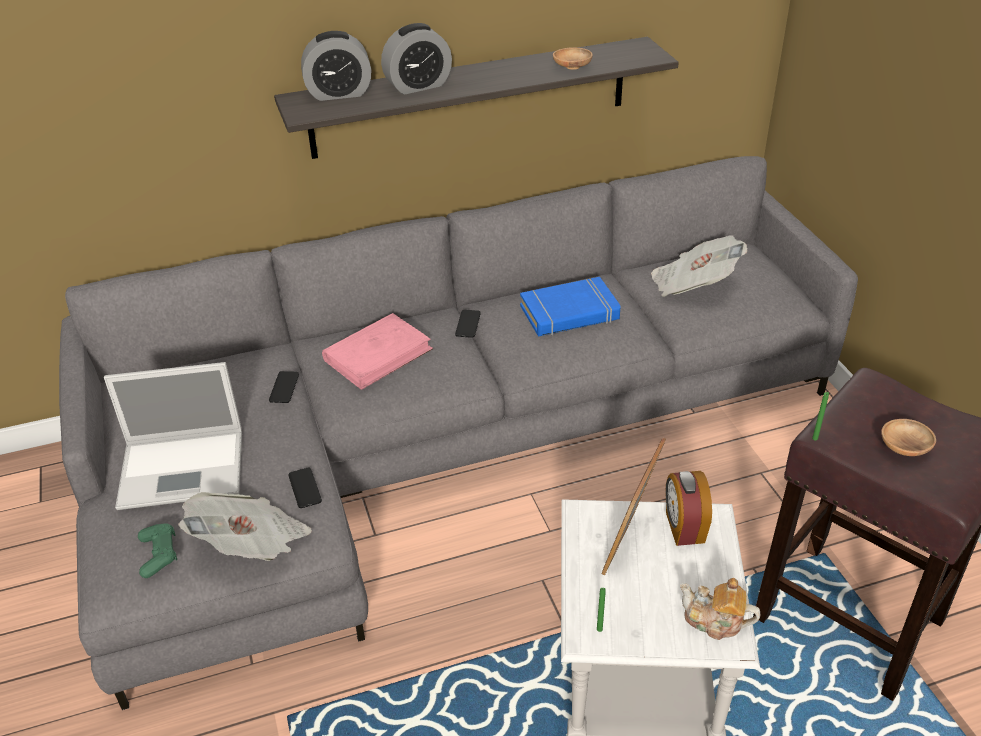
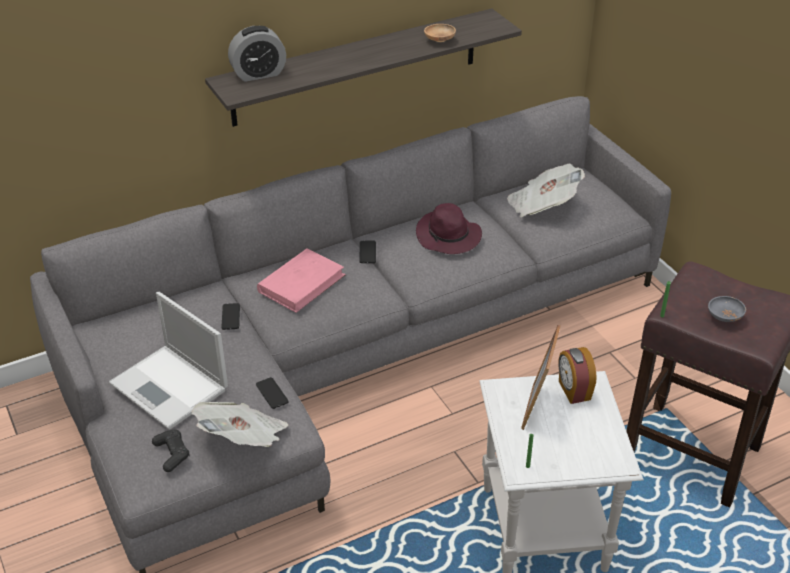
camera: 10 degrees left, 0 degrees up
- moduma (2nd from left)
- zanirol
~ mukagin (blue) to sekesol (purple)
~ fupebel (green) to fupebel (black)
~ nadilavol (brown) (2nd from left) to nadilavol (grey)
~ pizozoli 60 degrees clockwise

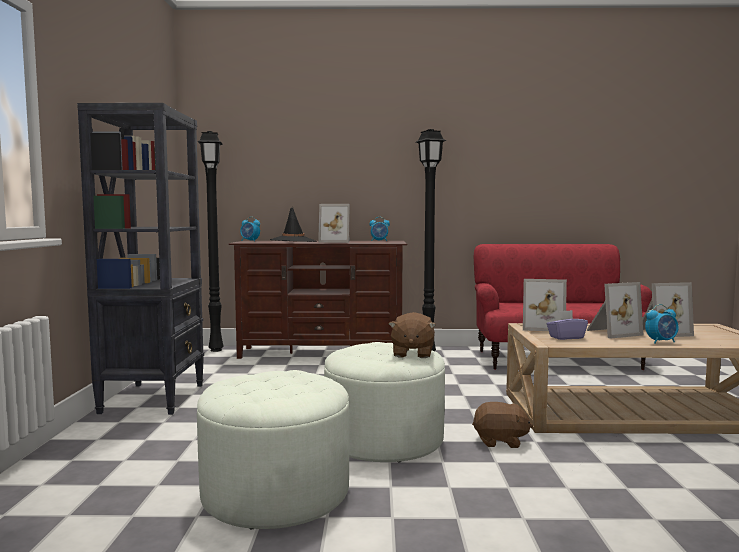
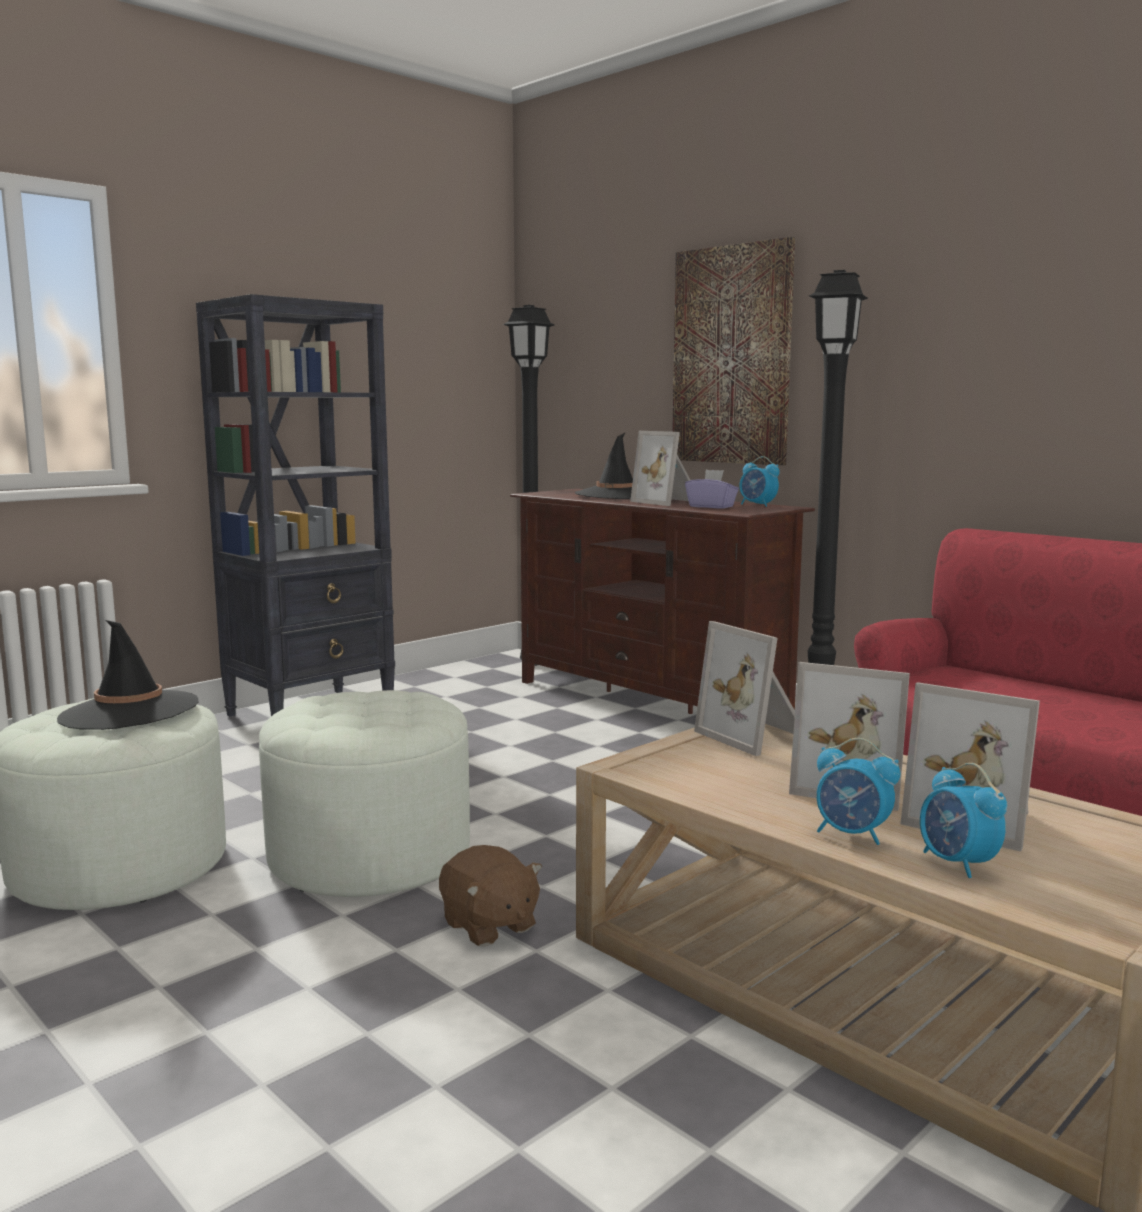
camera: 45 degrees right, 5 degrees up
- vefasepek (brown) (1st from left)
+ sekesol (black) (1st from left)
+ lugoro
~ moduma (1st from left in the first image) to moduma (3rd from left)
~ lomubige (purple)

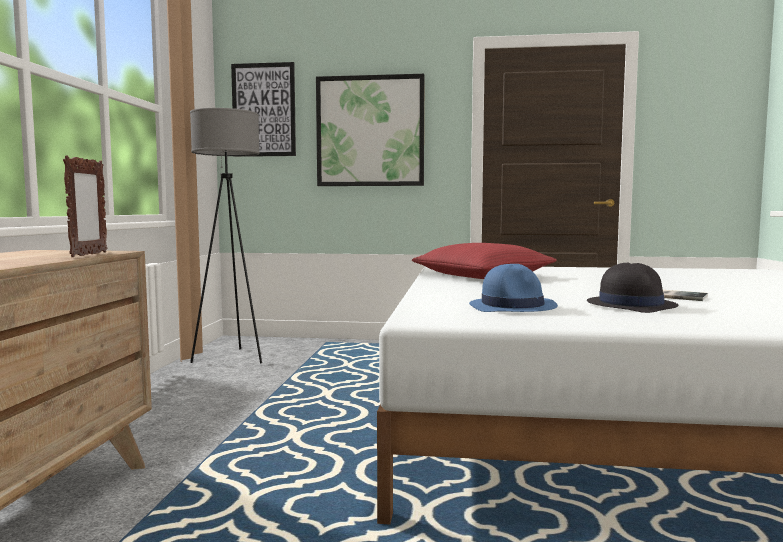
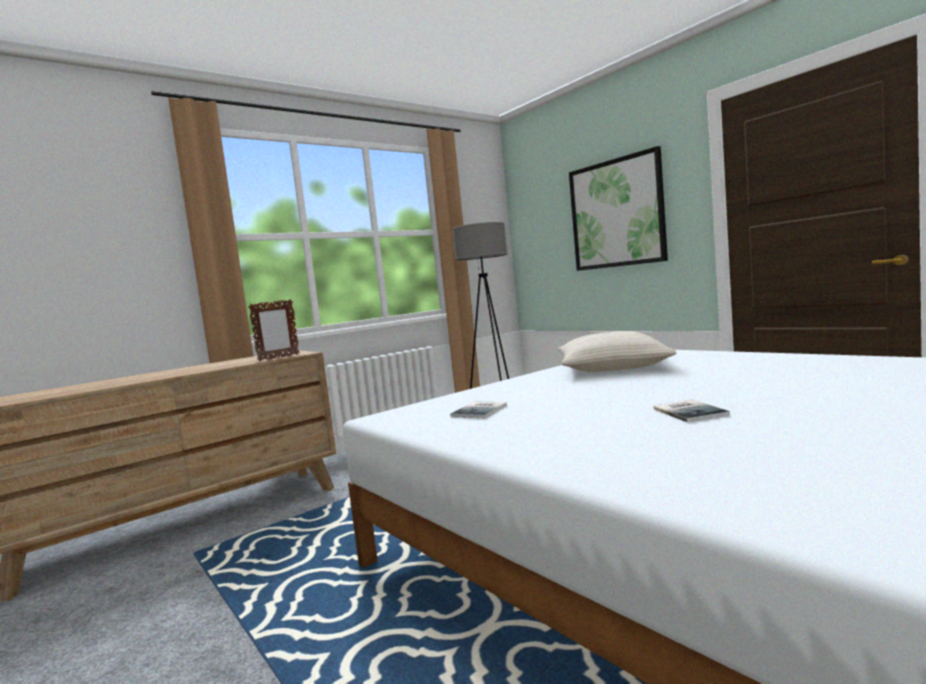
camera: 45 degrees right, 0 degrees up
- lugoro (1st from left)
- sekesol (black)
~ sekesol (blue) to mukagin (1st from left)
~ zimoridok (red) to zimoridok (beige)

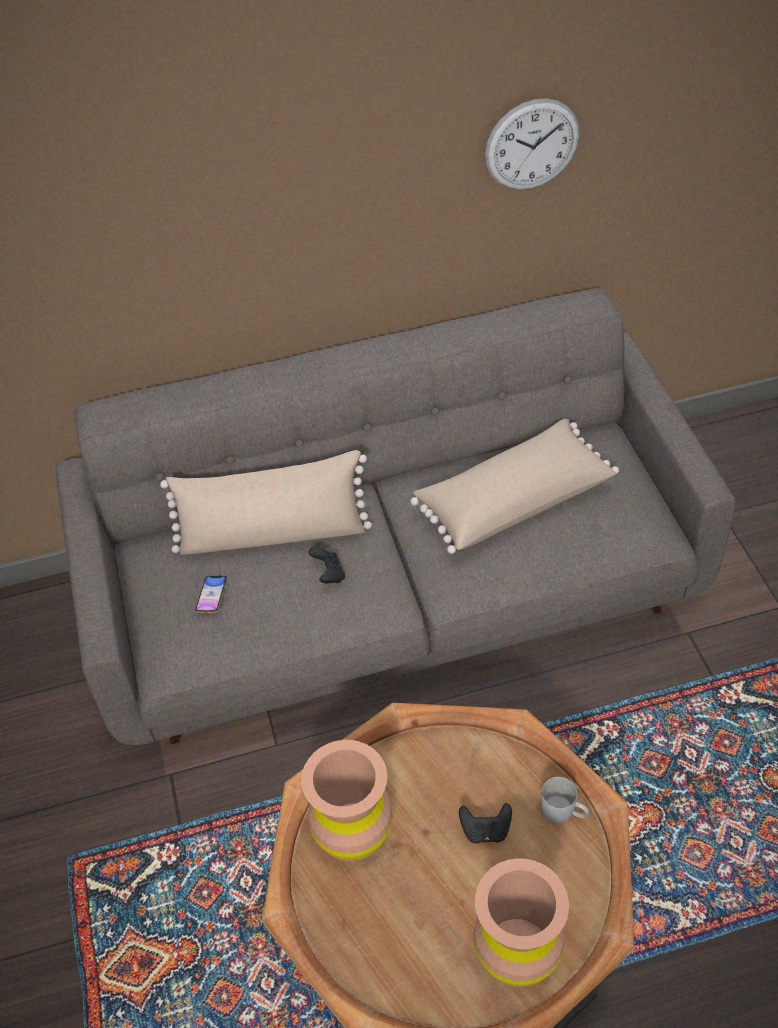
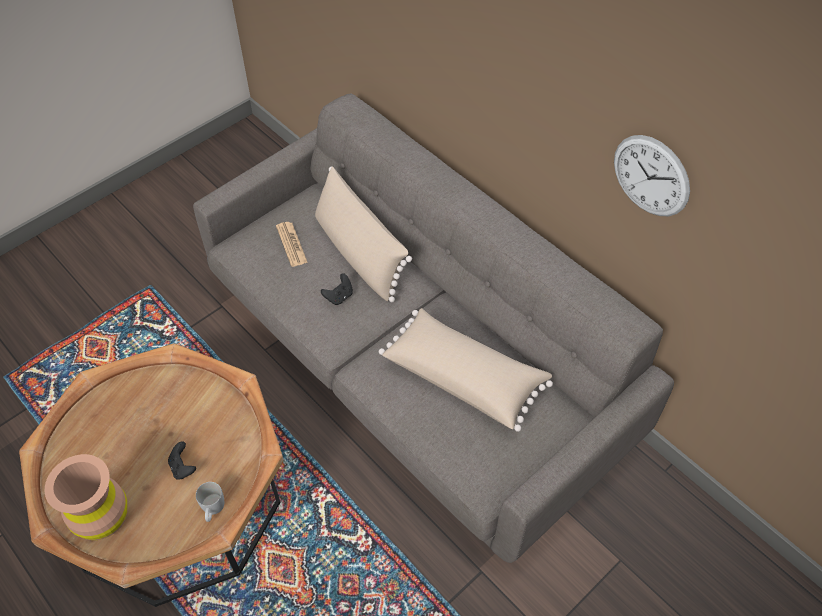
camera: 60 degrees right, 5 degrees up
- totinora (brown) (1st from left)
~ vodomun to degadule

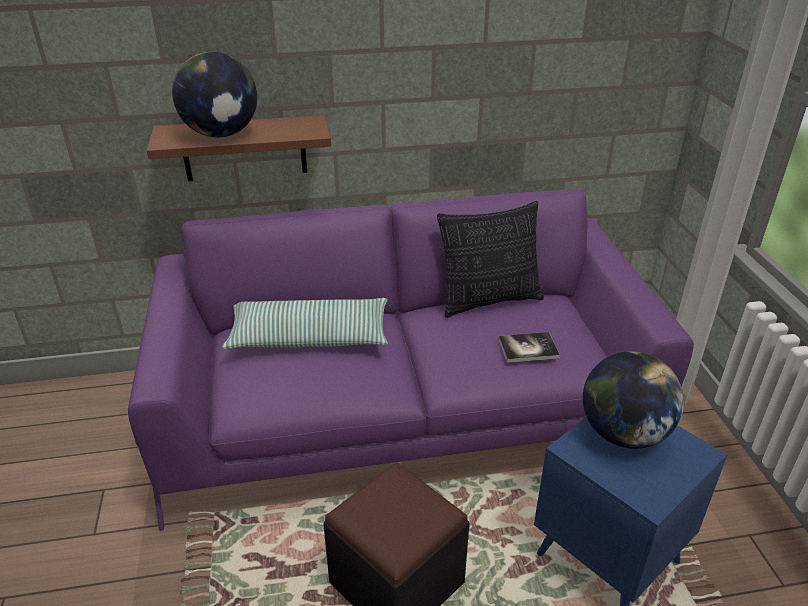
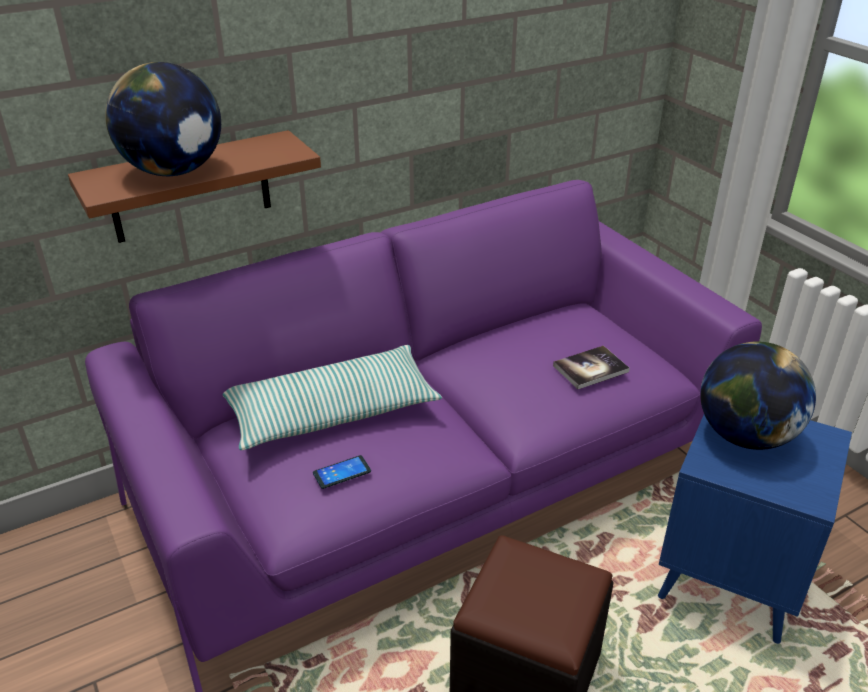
camera: 20 degrees left, 0 degrees up
- zimoridok (2nd from left)
+ vodomun

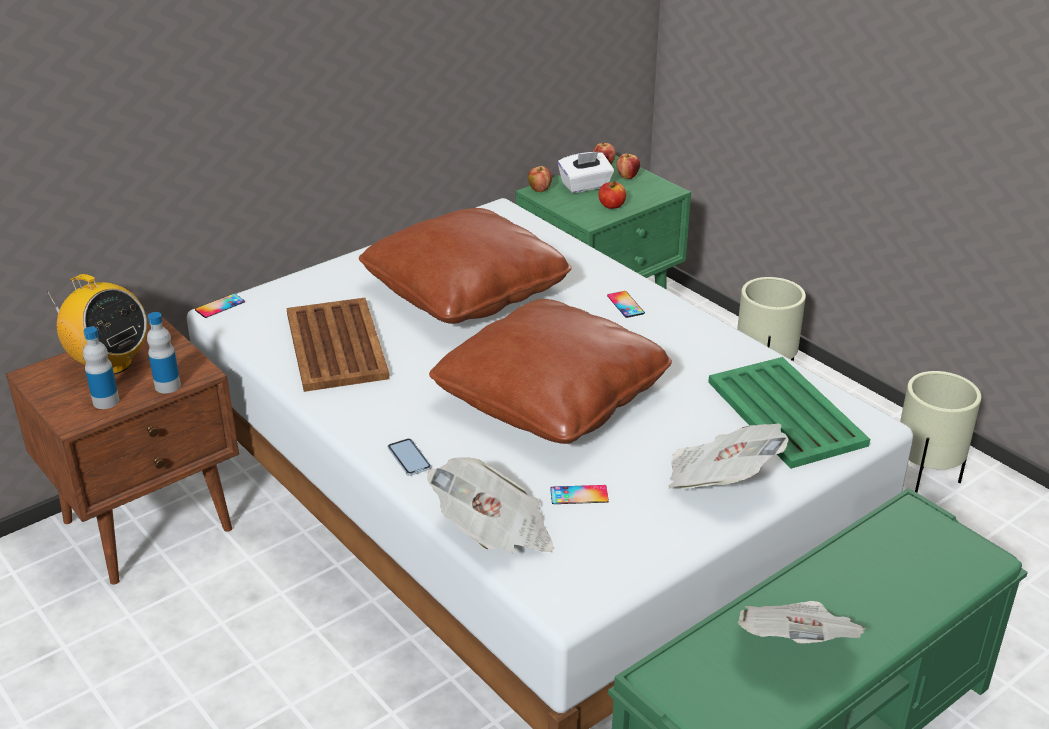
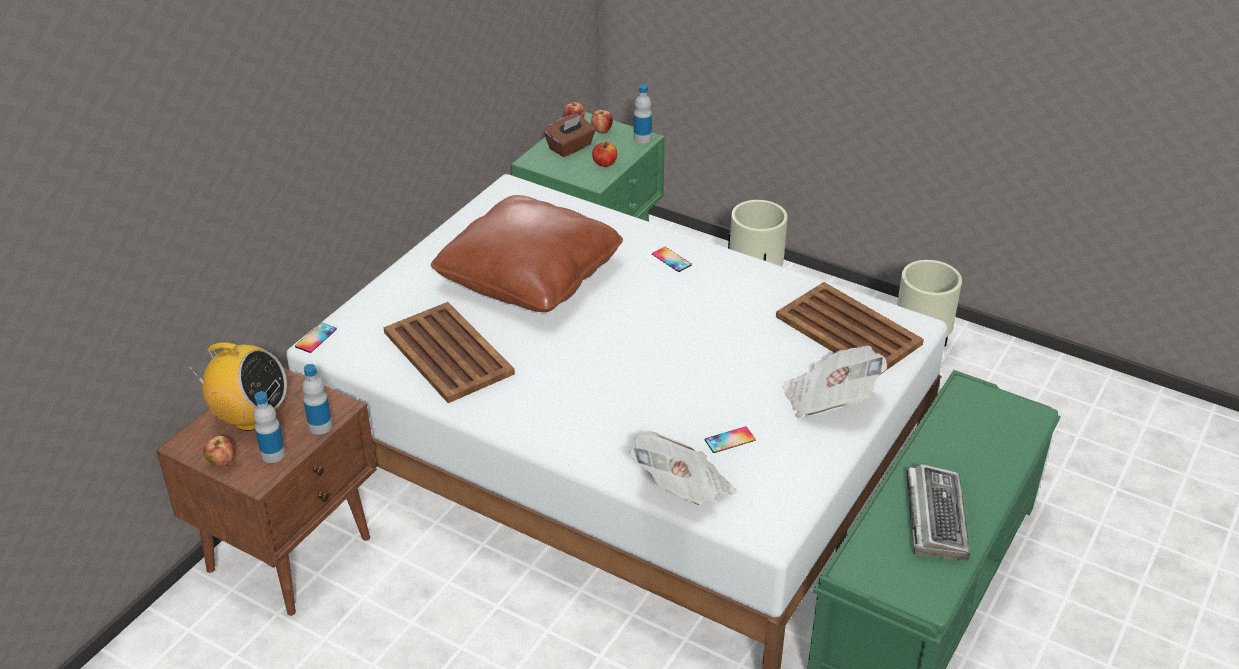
camera: 20 degrees left, 5 degrees up
- vodomun (2nd from left)
- zimoridok (brown) (2nd from left)
+ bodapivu (3rd from left)
~ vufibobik (1st from left)
~ degadule (3rd from left) to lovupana
~ lomubige (white) to lomubige (brown)
~ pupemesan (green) to pupemesan (brown) (2nd from left)

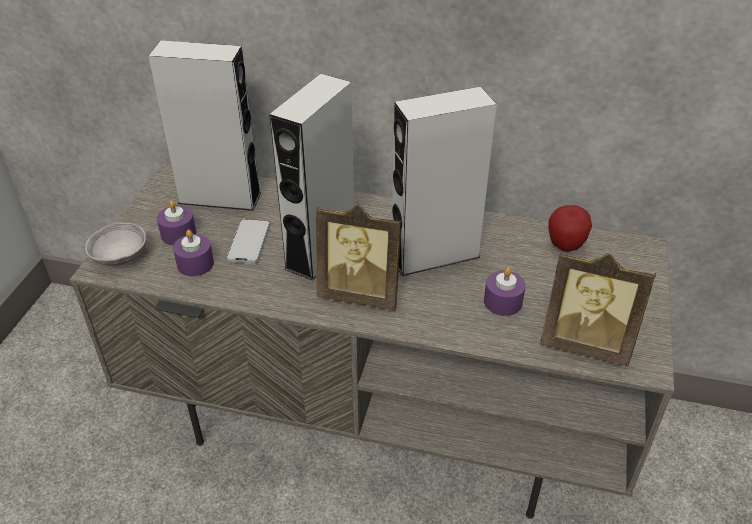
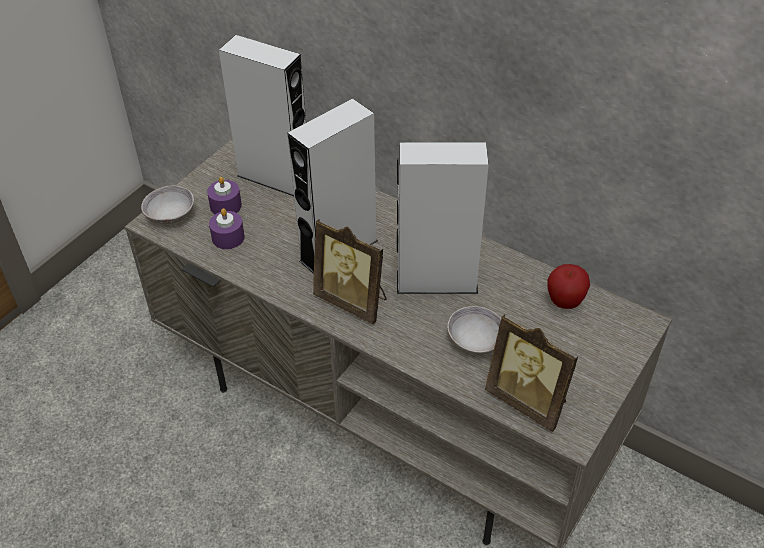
camera: 20 degrees right, 5 degrees up
- vodomun
~ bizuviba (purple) (3rd from left) to nadilavol (grey) (2nd from left)

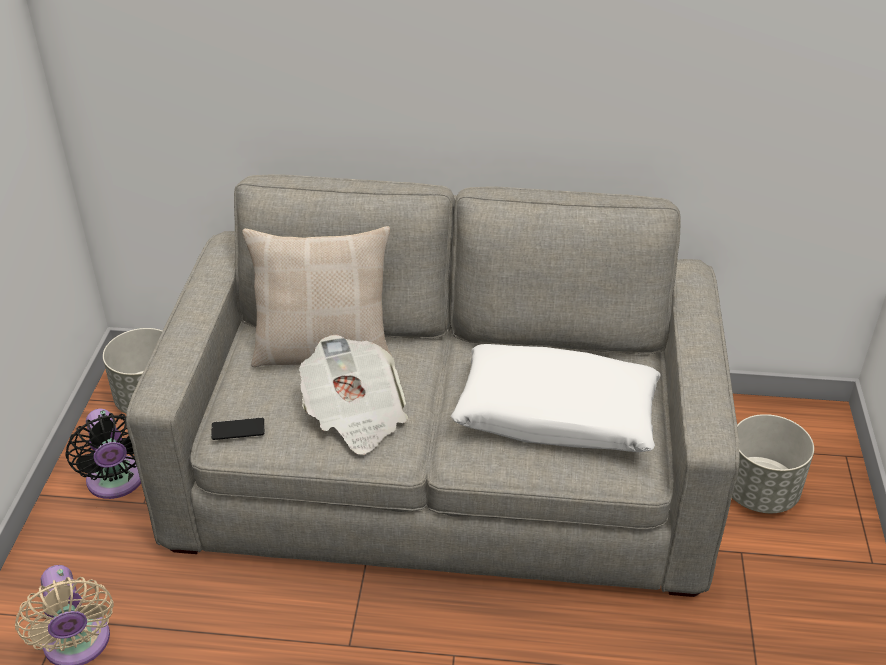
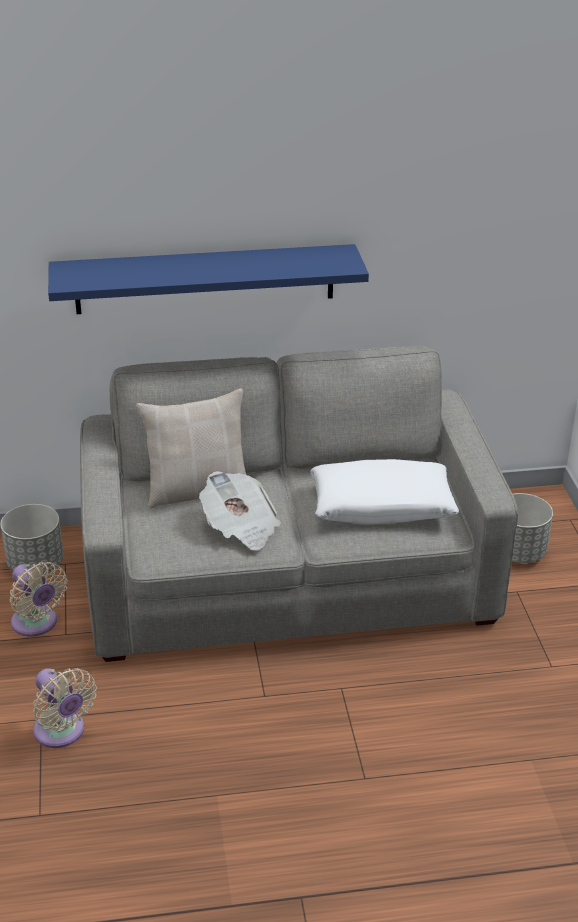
camera: 15 degrees left, 5 degrees down
- vodomun
+ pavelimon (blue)
~ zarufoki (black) to zarufoki (beige) (1st from left)

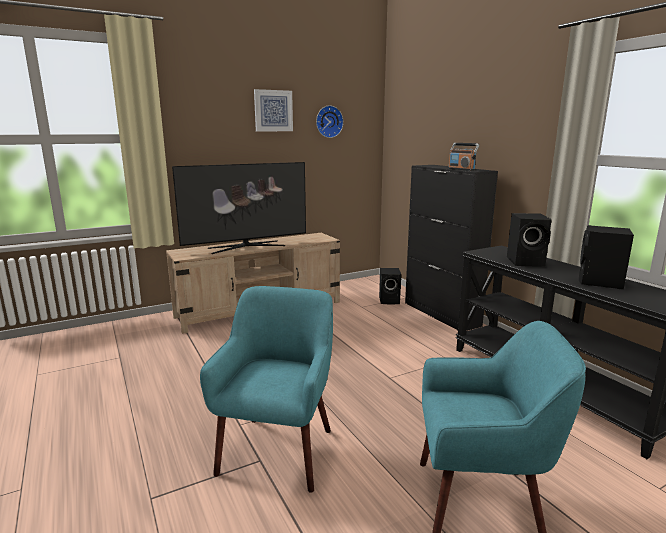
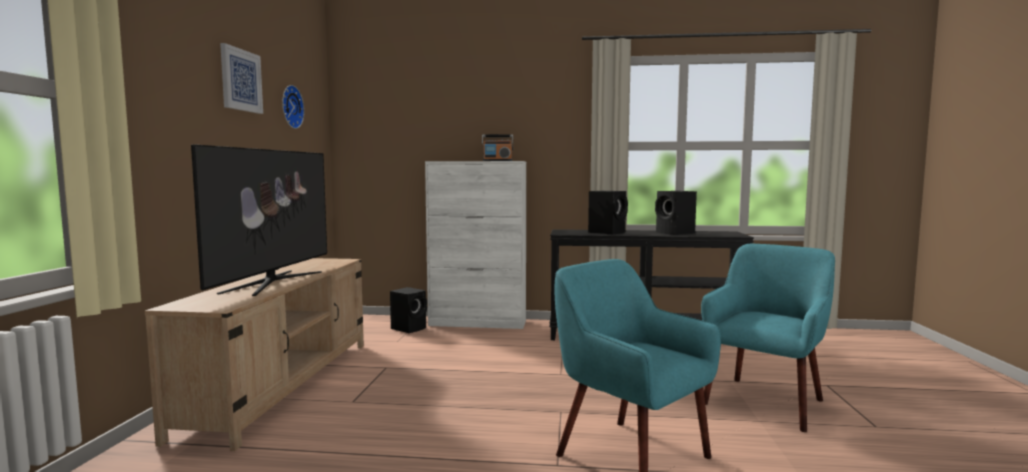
camera: 55 degrees left, 10 degrees down
~ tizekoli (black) to tizekoli (white)

